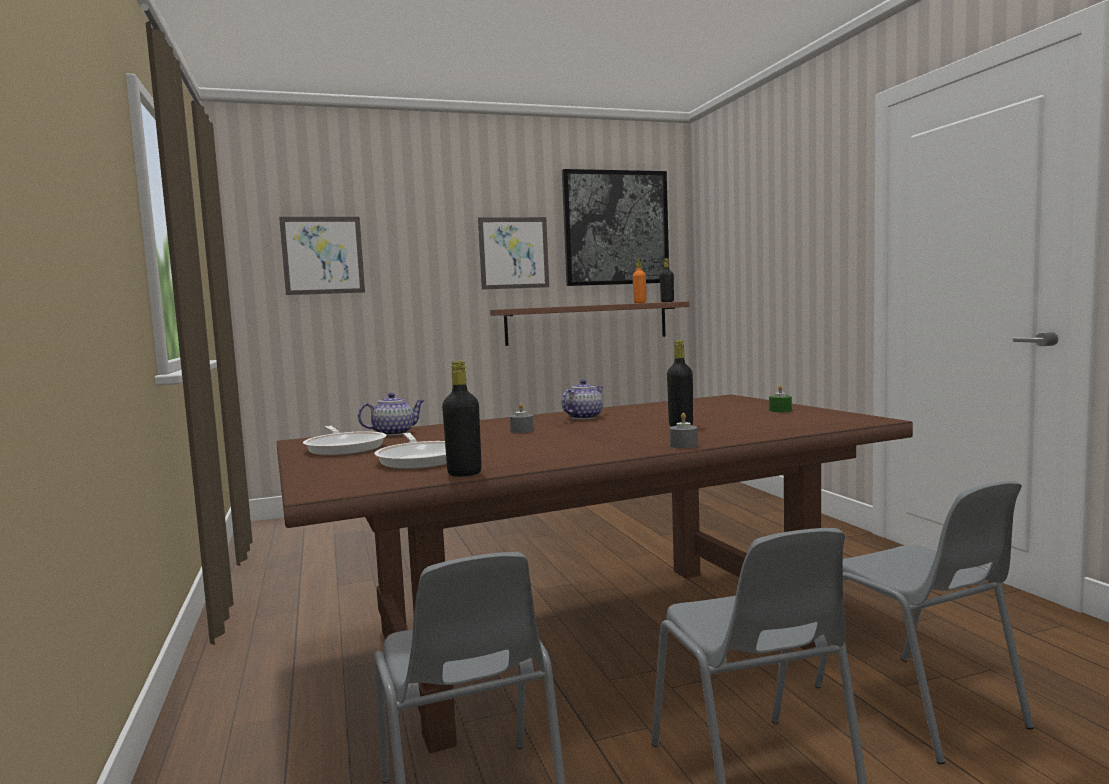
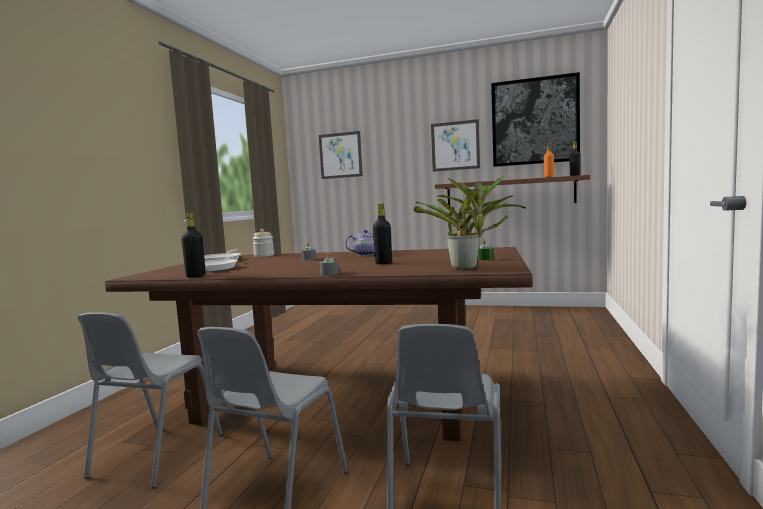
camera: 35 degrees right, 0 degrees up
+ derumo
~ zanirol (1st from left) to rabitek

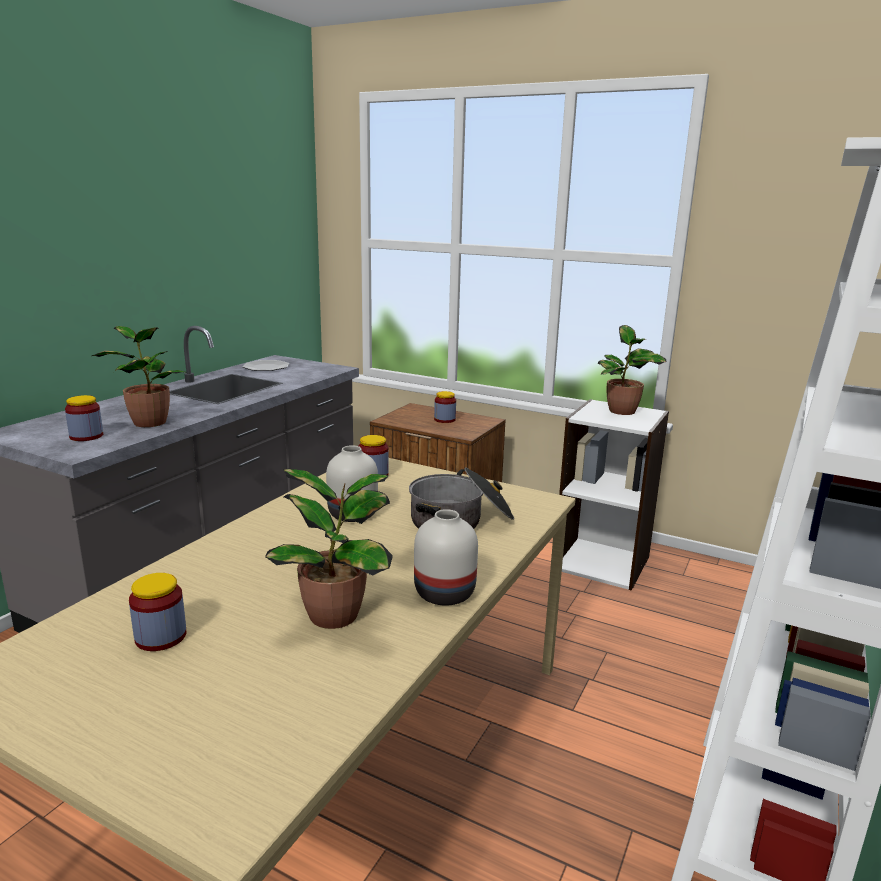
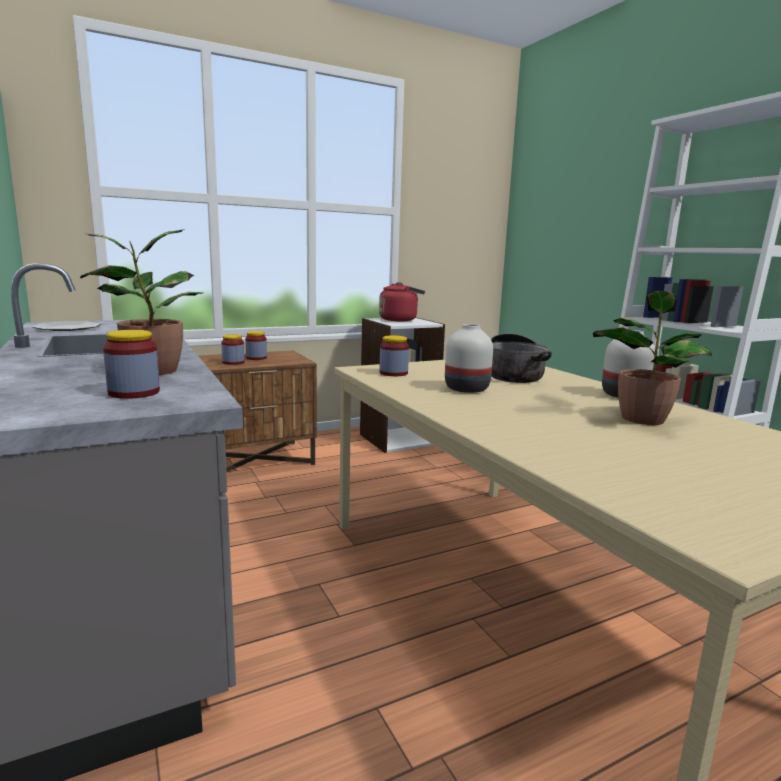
camera: 55 degrees left, 5 degrees down
~ rabitek (2nd from left)
~ derumo (3rd from left) to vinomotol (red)

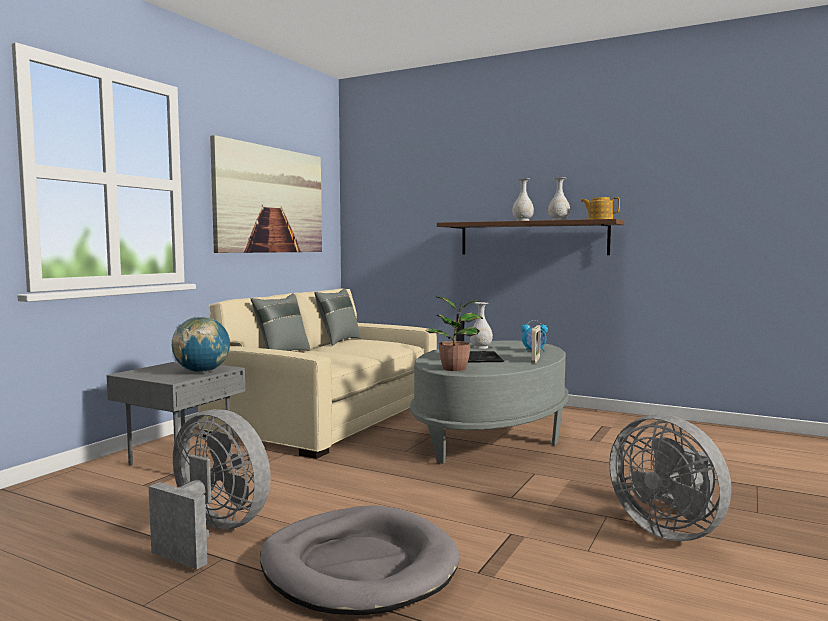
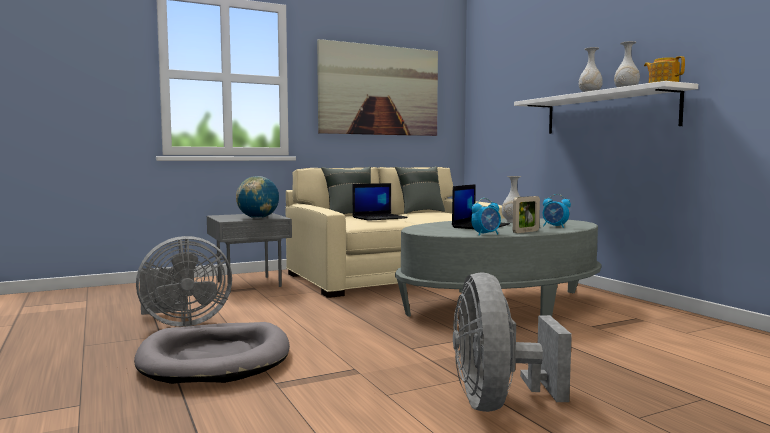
camera: 35 degrees right, 0 degrees up
- derumo
+ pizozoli (1st from left)
+ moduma (1st from left)
~ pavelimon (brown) to pavelimon (white)
~ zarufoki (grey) (1st from left) 90 degrees clockwise

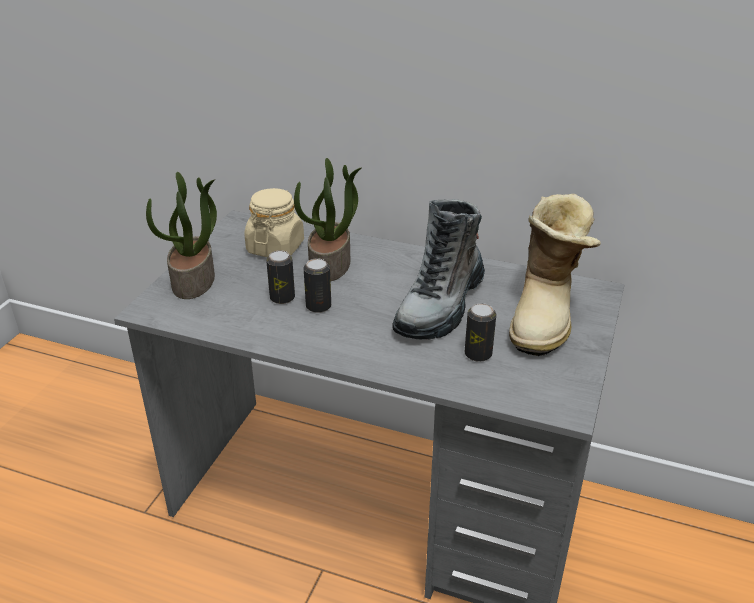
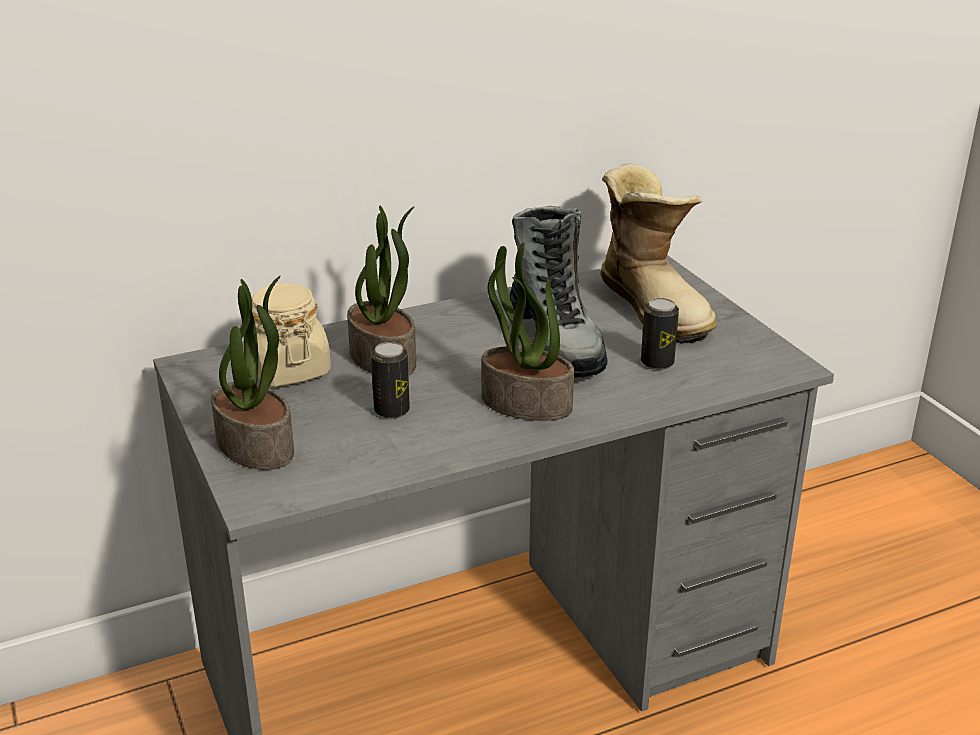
camera: 45 degrees left, 5 degrees down
- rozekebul (2nd from left)
+ derumo (3rd from left)

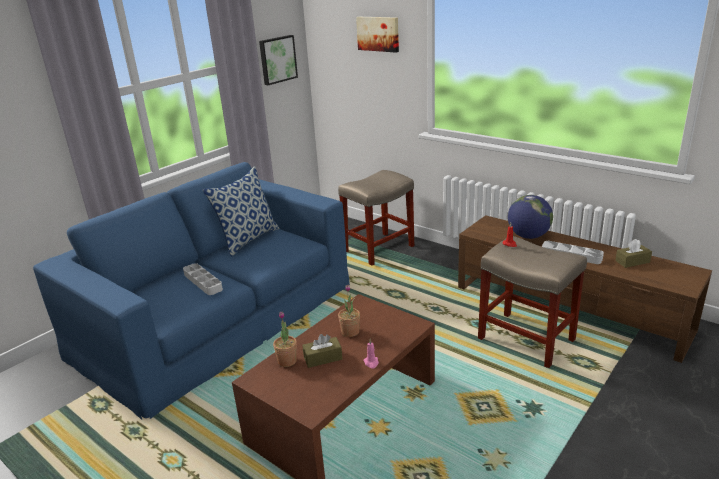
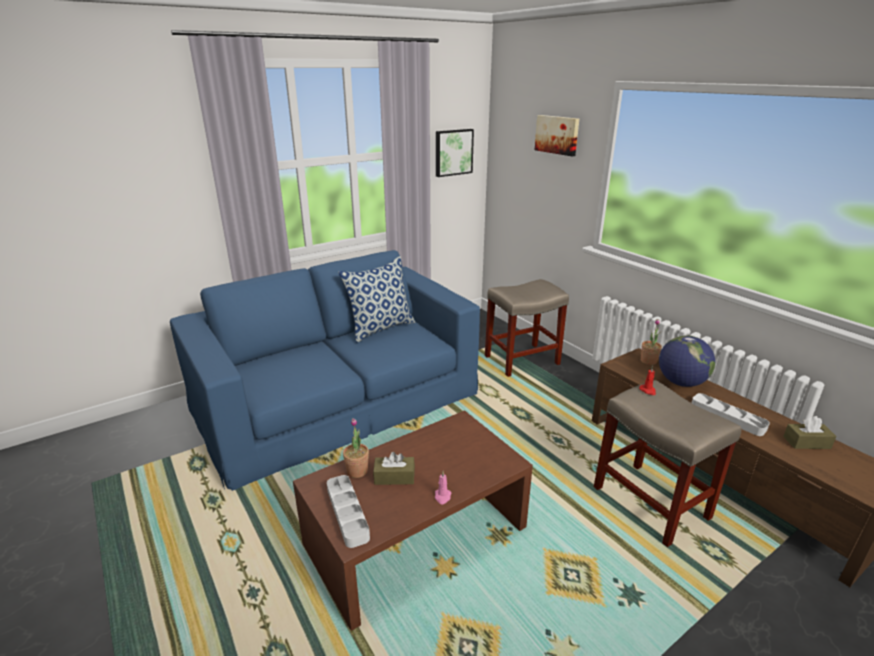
camera: 15 degrees right, 0 degrees up
~ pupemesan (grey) (1st from left)
~ derumo (2nd from left)

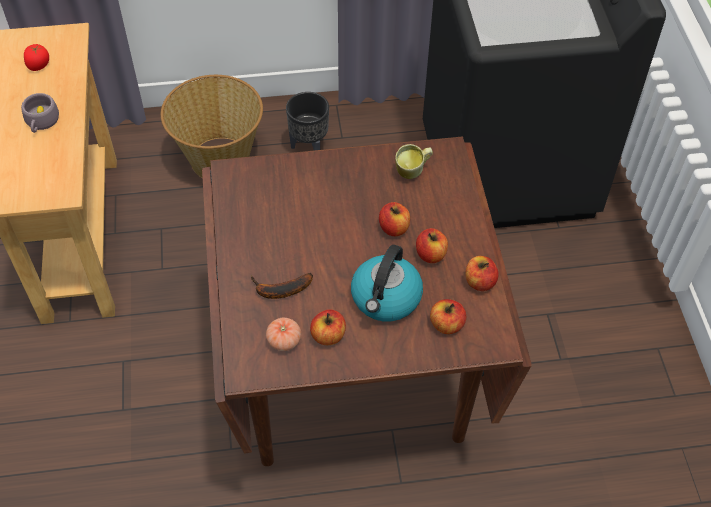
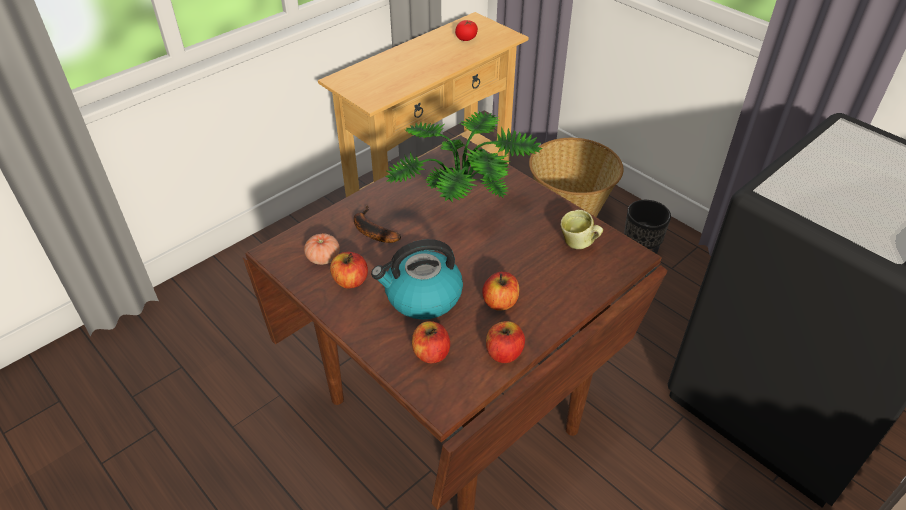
camera: 55 degrees right, 10 degrees down
- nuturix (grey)
- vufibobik (2nd from left)
+ derumo

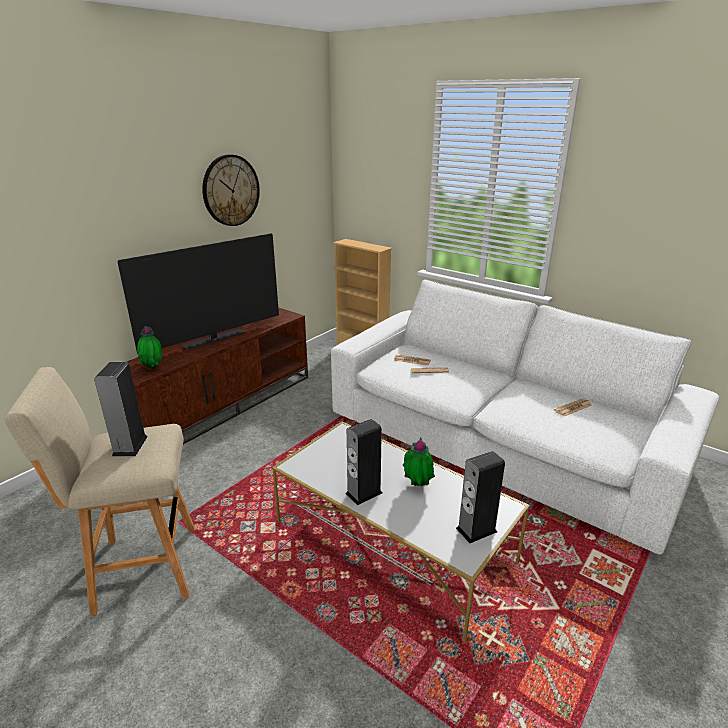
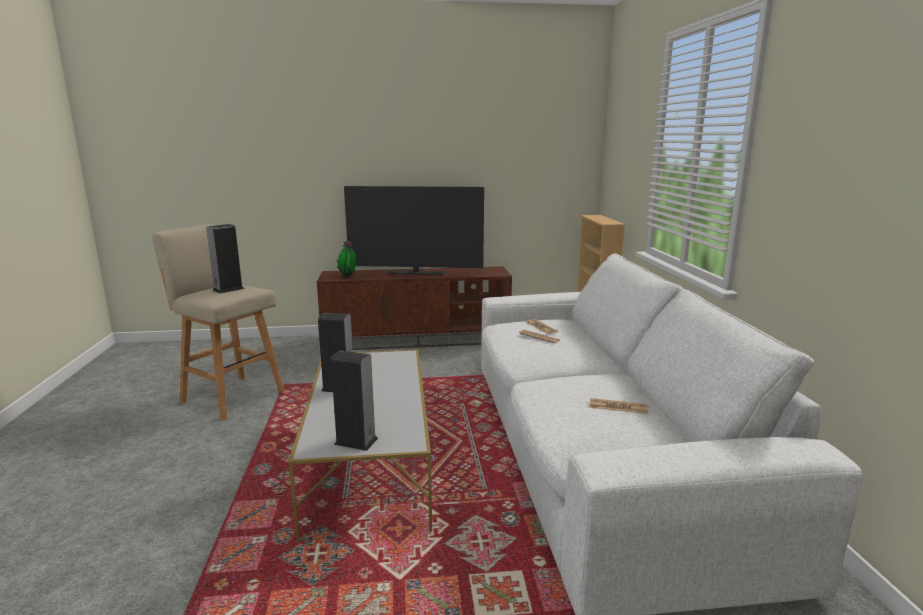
camera: 45 degrees right, 10 degrees down
- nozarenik
- derumo (2nd from left)

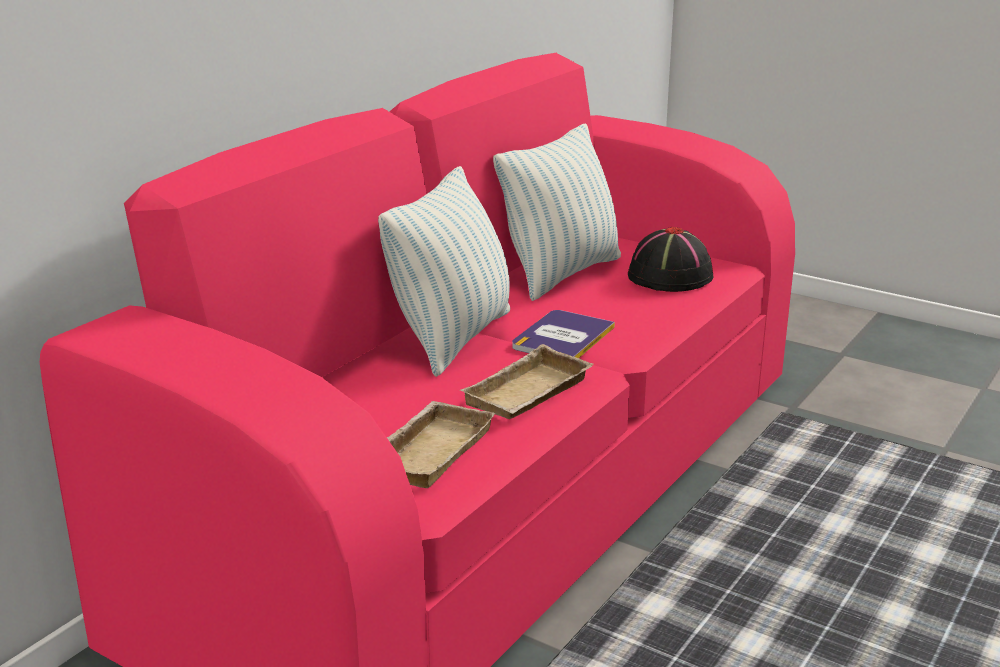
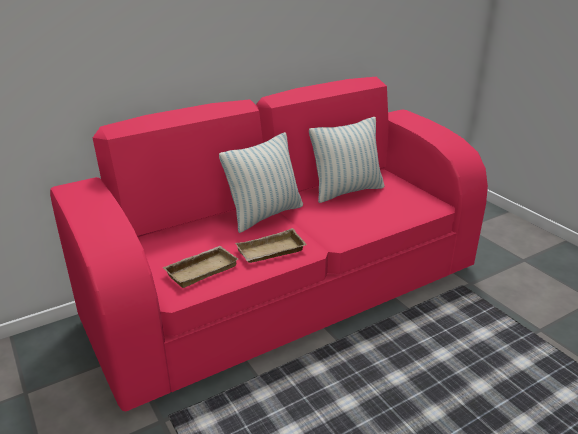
camera: 25 degrees right, 5 degrees up
- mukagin
- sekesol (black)

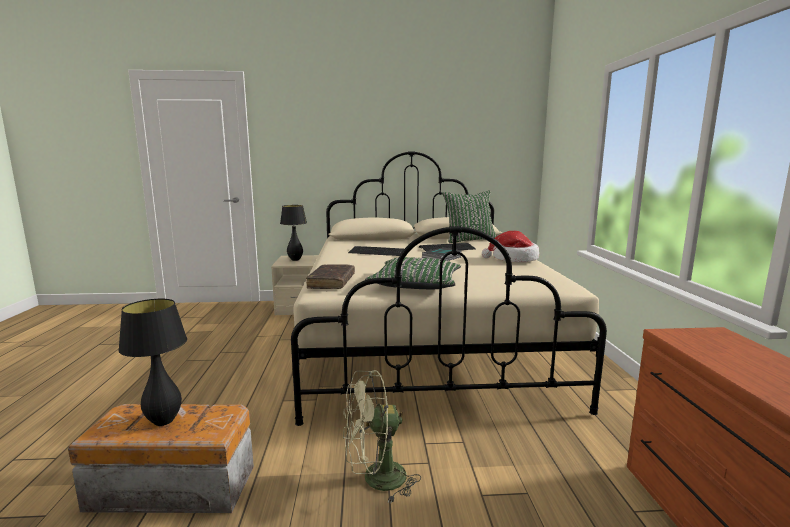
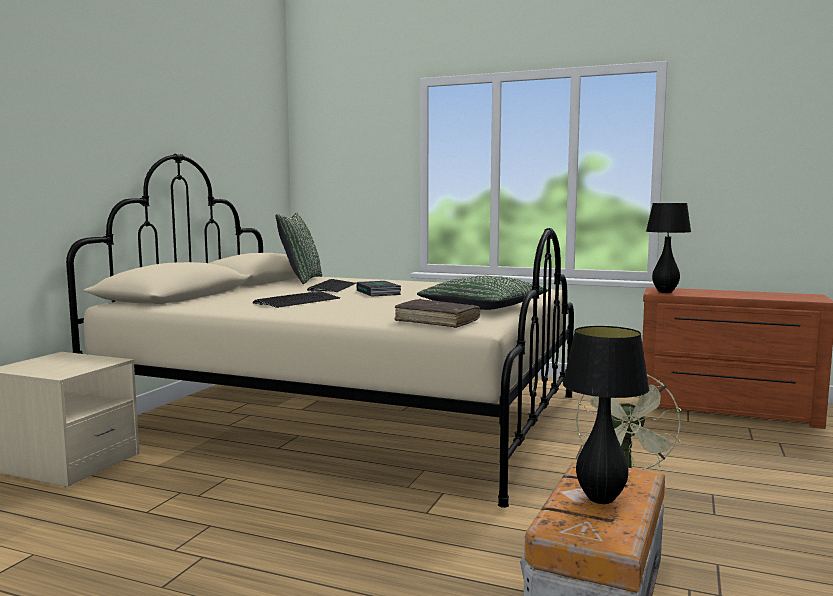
camera: 65 degrees left, 5 degrees down
- sekesol
~ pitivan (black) (2nd from left)

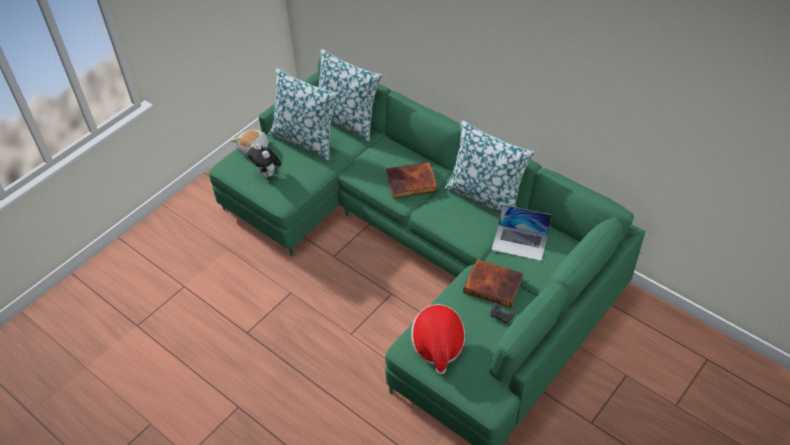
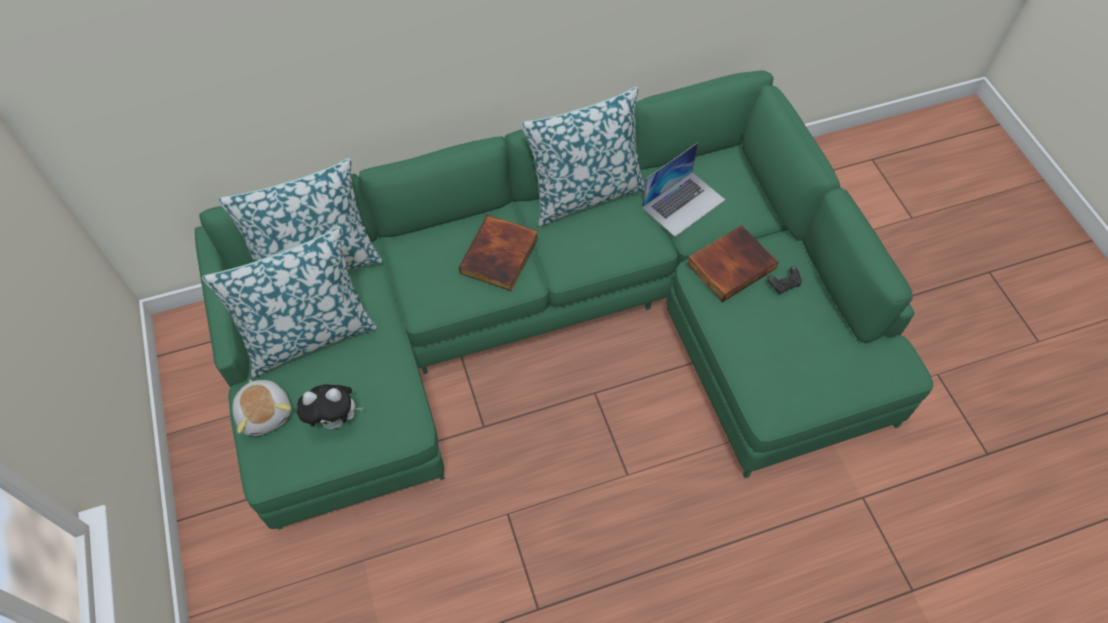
camera: 60 degrees left, 10 degrees up
- sekesol

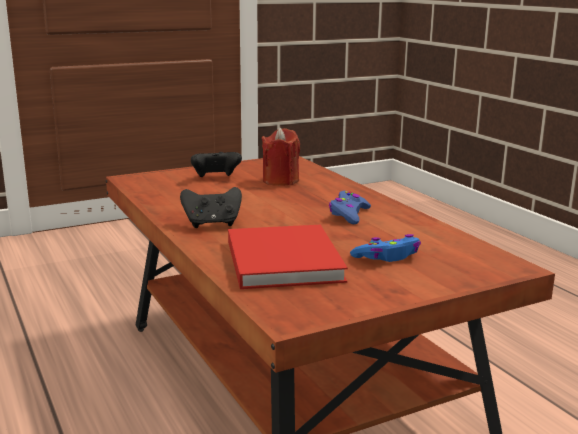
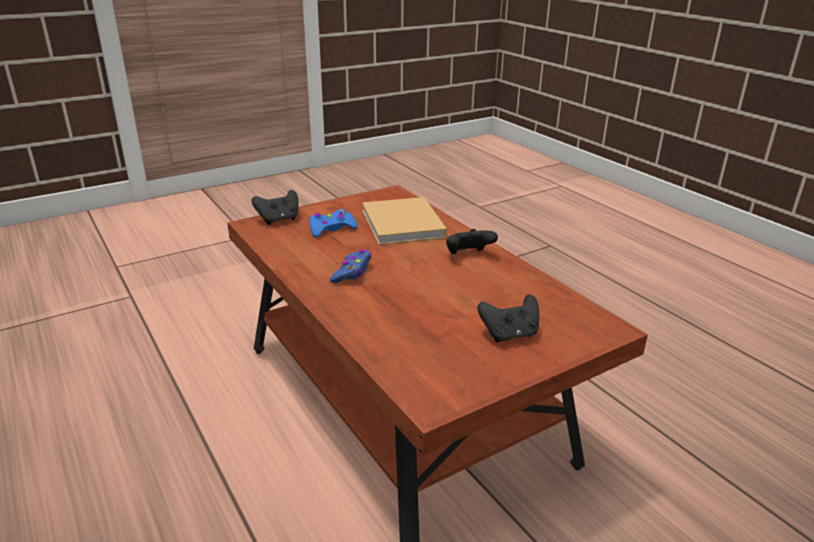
camera: 175 degrees right, 10 degrees up
- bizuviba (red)
+ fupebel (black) (1st from left)
~ mukagin (red) to mukagin (beige)

